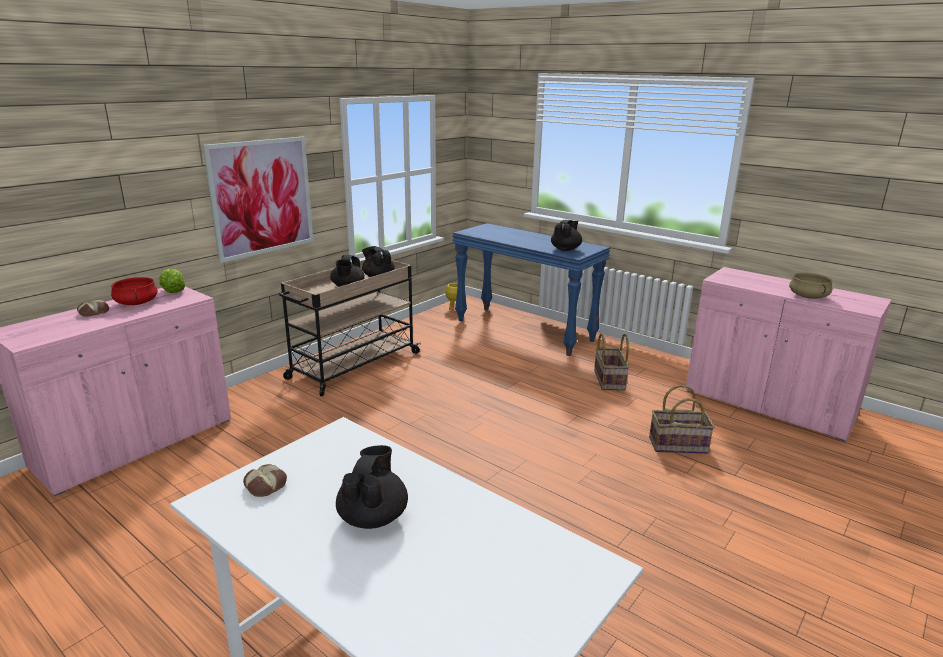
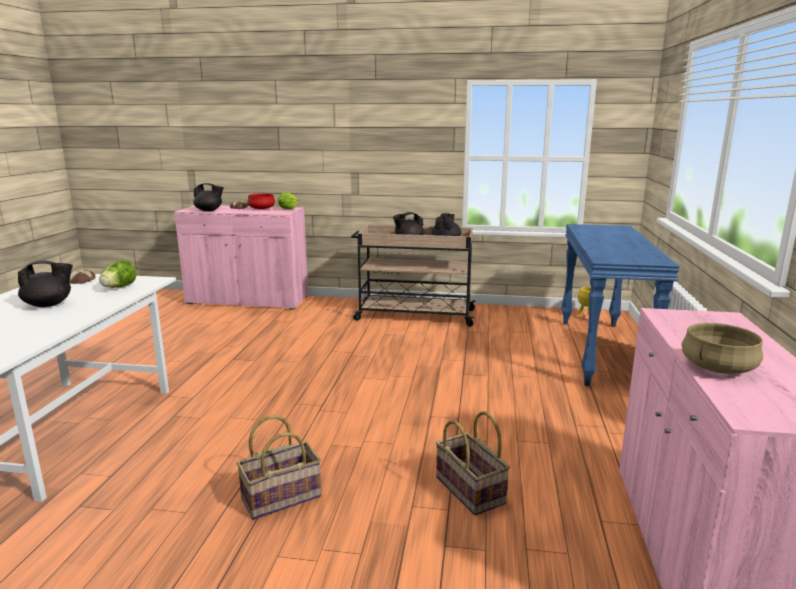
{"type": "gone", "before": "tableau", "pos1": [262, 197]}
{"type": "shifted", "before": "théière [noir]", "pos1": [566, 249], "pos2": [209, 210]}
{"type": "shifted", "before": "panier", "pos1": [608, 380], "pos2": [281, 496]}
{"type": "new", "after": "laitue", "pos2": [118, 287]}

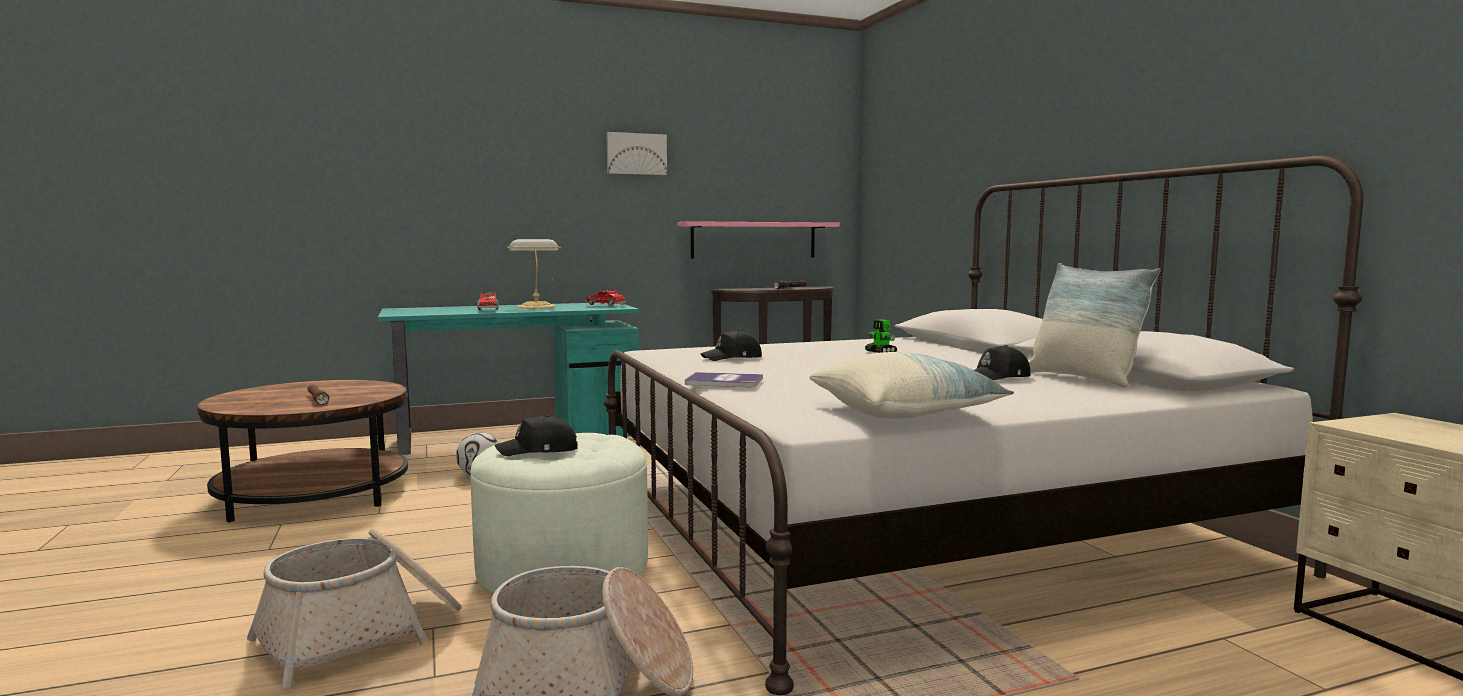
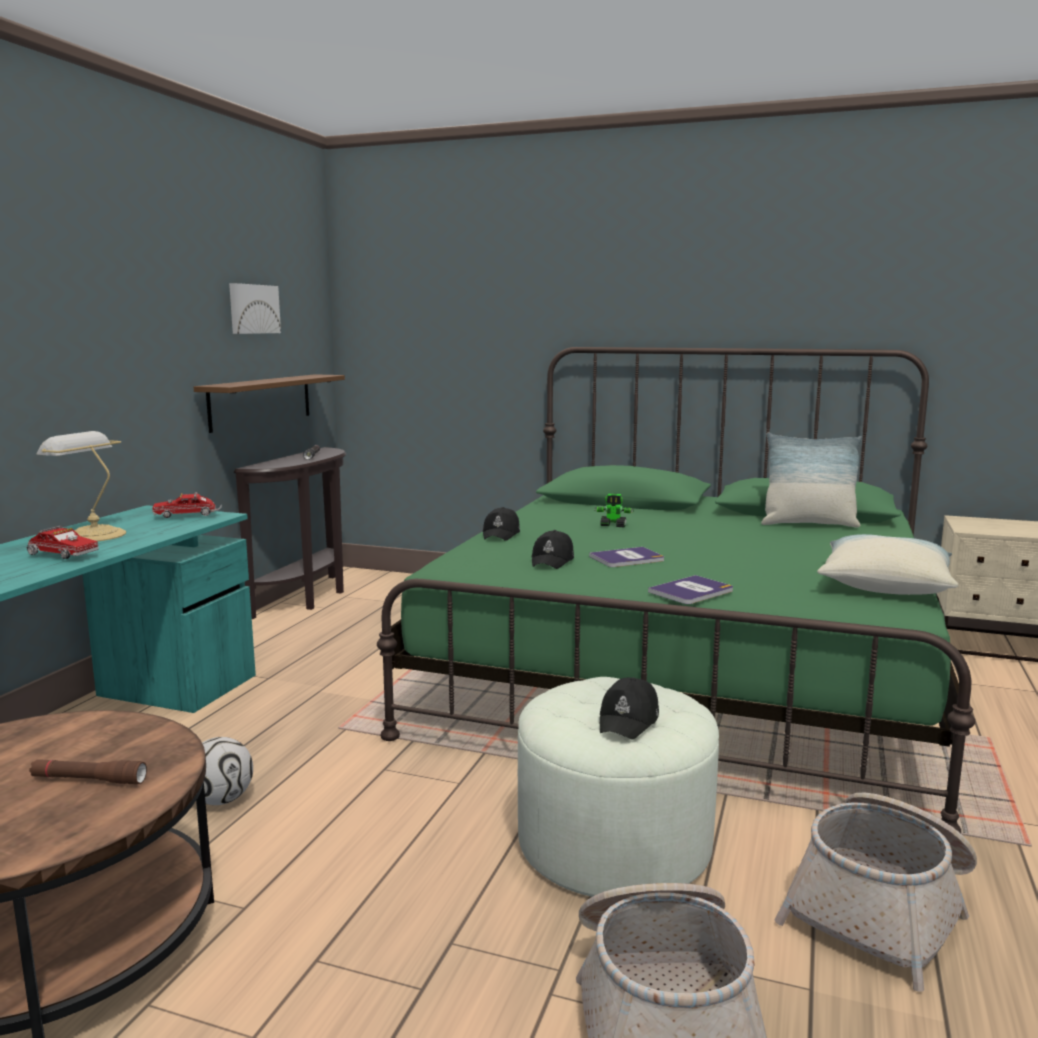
{"type": "repainted", "before": "lit [blanc]", "after": "lit [vert]", "pos1": [909, 521], "pos2": [685, 673]}
{"type": "shifted", "before": "tableau", "pos1": [636, 154], "pos2": [253, 309]}
{"type": "repainted", "before": "étagère [rose]", "after": "étagère [marron]", "pos1": [754, 240], "pos2": [261, 401]}
{"type": "shifted", "before": "casquette [noir]", "pos1": [999, 377], "pos2": [502, 534]}
{"type": "new", "after": "livre", "pos2": [627, 558]}

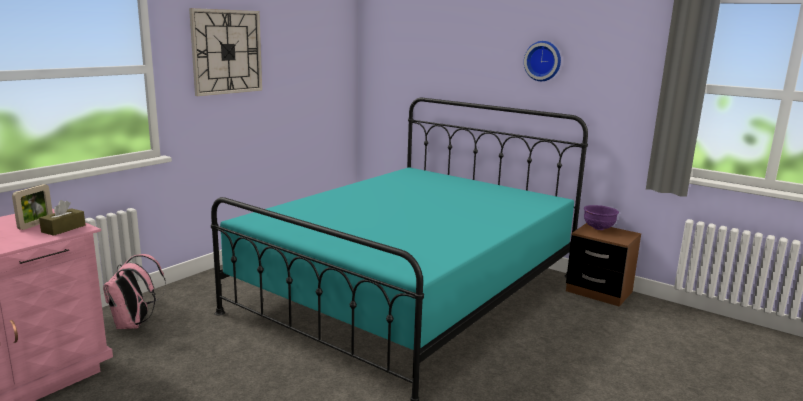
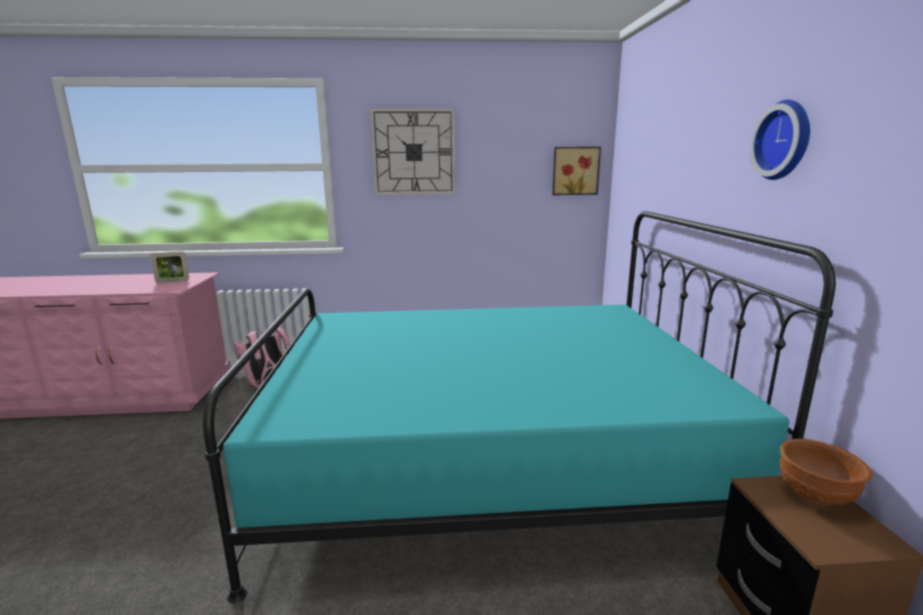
{"type": "gone", "before": "boîte à mouchoirs [marron]", "pos1": [63, 229]}
{"type": "repainted", "before": "bol [violet]", "after": "bol [marron]", "pos1": [599, 228], "pos2": [816, 497]}
{"type": "new", "after": "tableau", "pos2": [575, 171]}

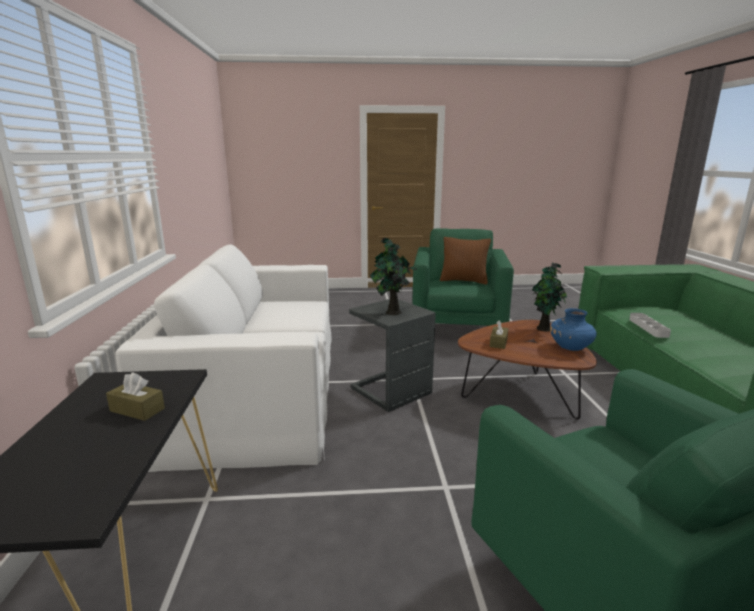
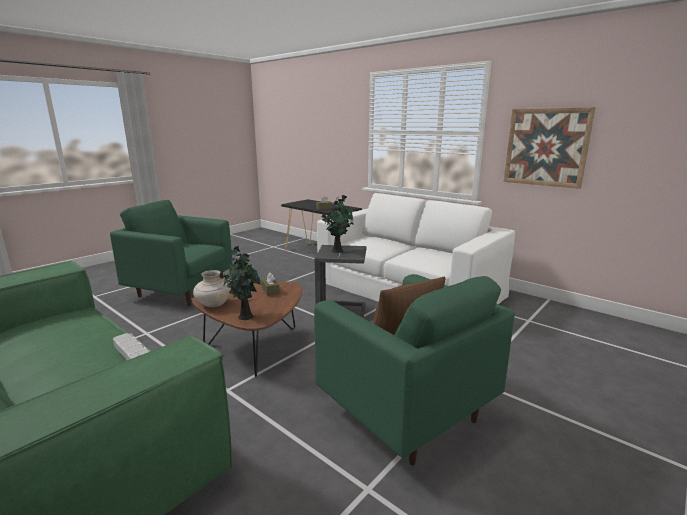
{"type": "repainted", "before": "vase [bleu]", "after": "vase [beige]", "pos1": [571, 347], "pos2": [214, 304]}
{"type": "new", "after": "tableau", "pos2": [546, 147]}

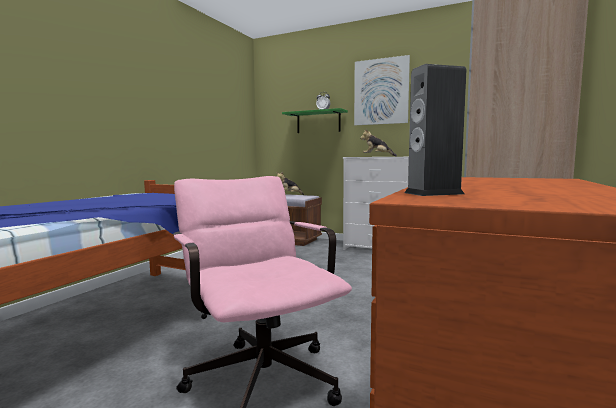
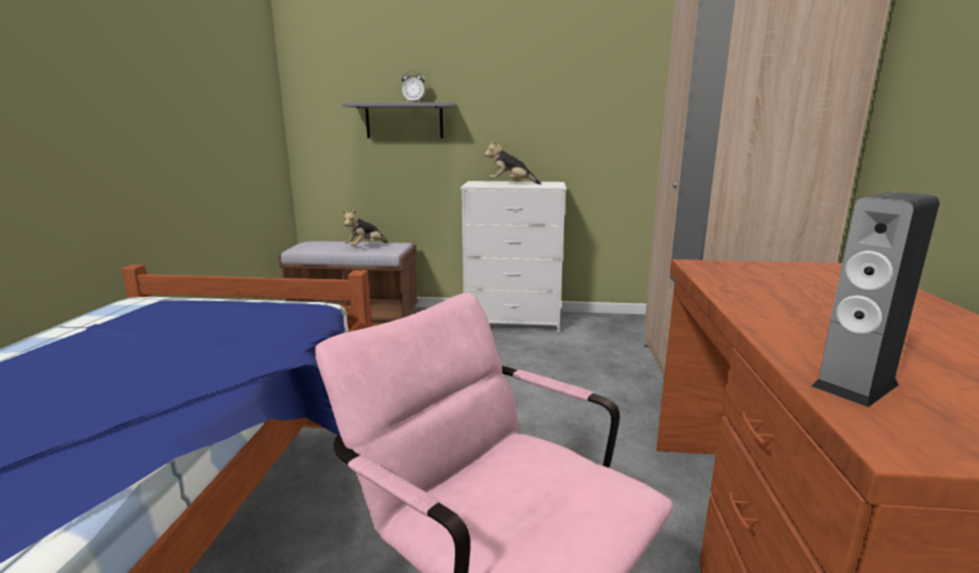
{"type": "repainted", "before": "étagère [vert]", "after": "étagère [gris]", "pos1": [318, 122], "pos2": [404, 121]}
{"type": "gone", "before": "tableau", "pos1": [381, 91]}

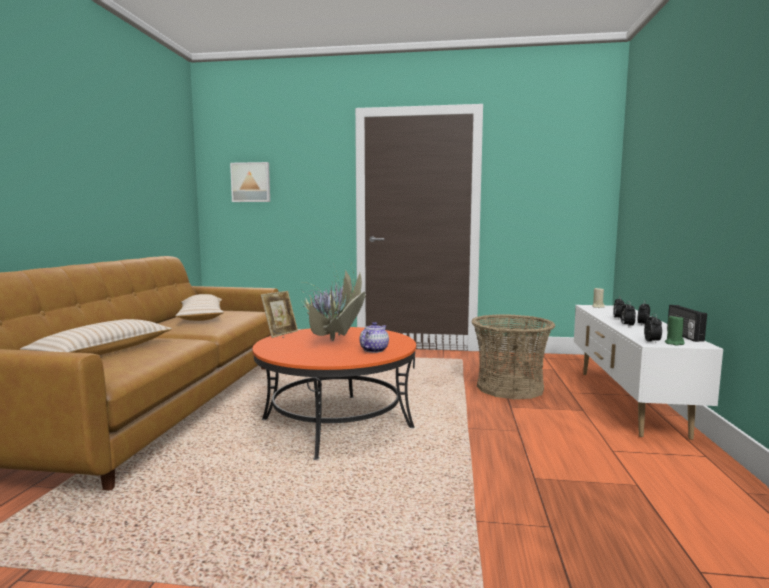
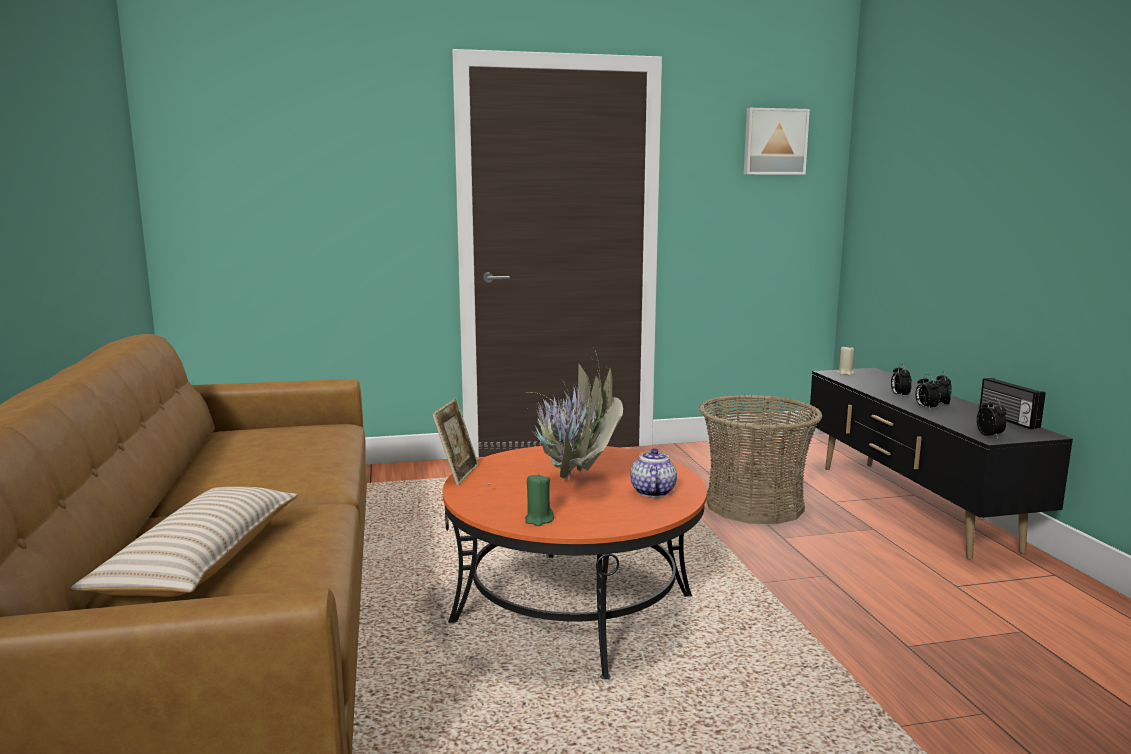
{"type": "gone", "before": "coussin [beige]", "pos1": [201, 317]}
{"type": "shifted", "before": "tableau", "pos1": [251, 182], "pos2": [774, 142]}
{"type": "repainted", "before": "meuble télé [blanc]", "after": "meuble télé [noir]", "pos1": [627, 401], "pos2": [911, 506]}
{"type": "shifted", "before": "bougie [vert]", "pos1": [674, 343], "pos2": [539, 520]}

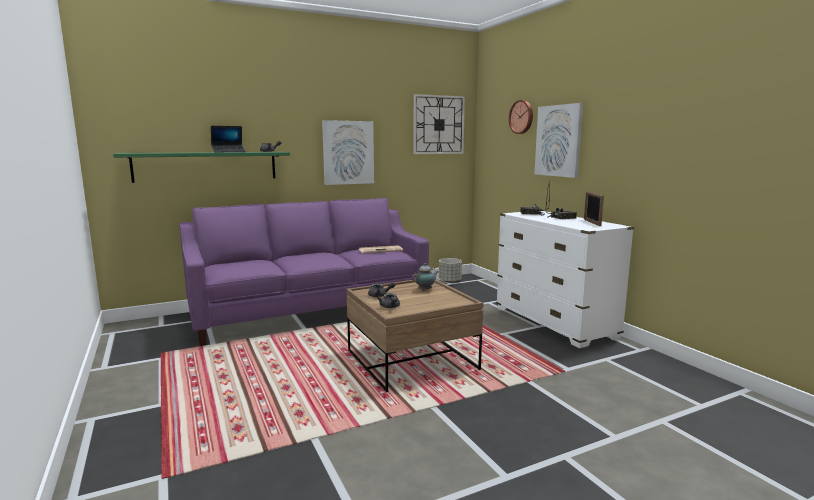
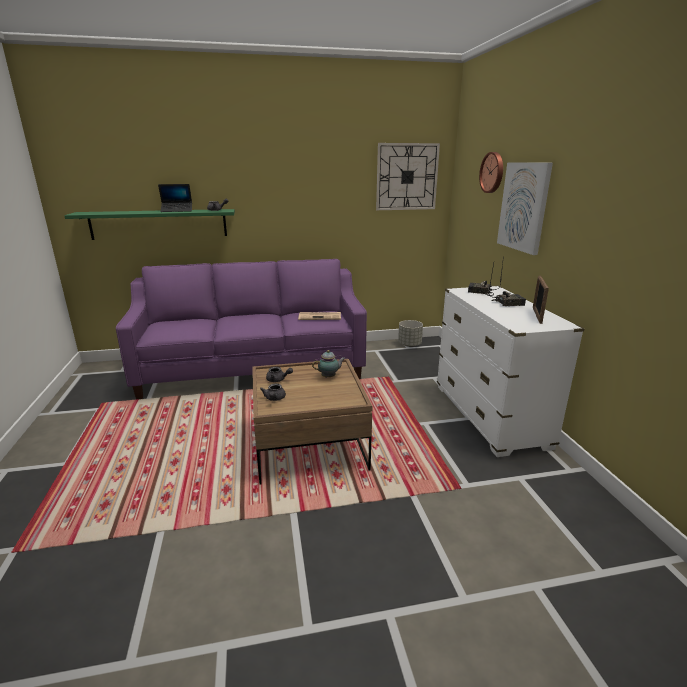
{"type": "gone", "before": "tableau", "pos1": [348, 152]}

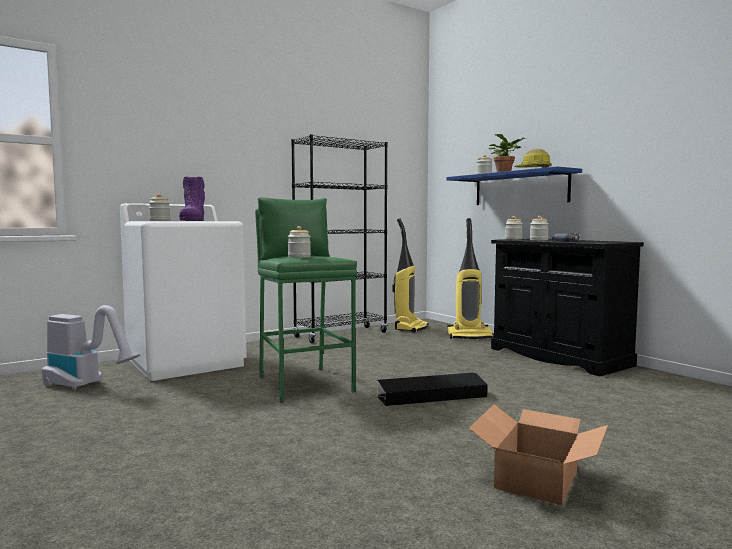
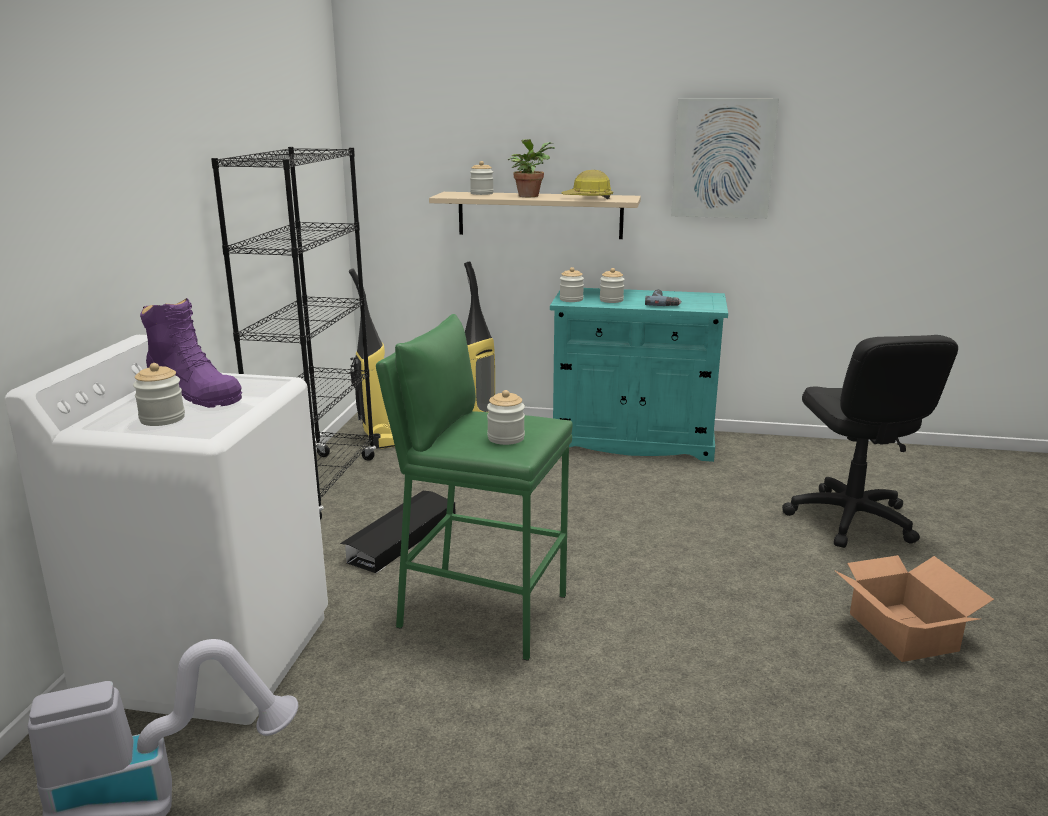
{"type": "shifted", "before": "boîte de rangement [noir]", "pos1": [430, 396], "pos2": [400, 538]}
{"type": "repainted", "before": "étagère [bleu]", "after": "étagère [beige]", "pos1": [520, 188], "pos2": [540, 215]}
{"type": "repainted", "before": "meuble de rangement [noir]", "after": "meuble de rangement [turquoise]", "pos1": [558, 357], "pos2": [632, 441]}
{"type": "new", "after": "tableau", "pos2": [723, 158]}
{"type": "new", "after": "chaise de bureau [noir]", "pos2": [850, 519]}

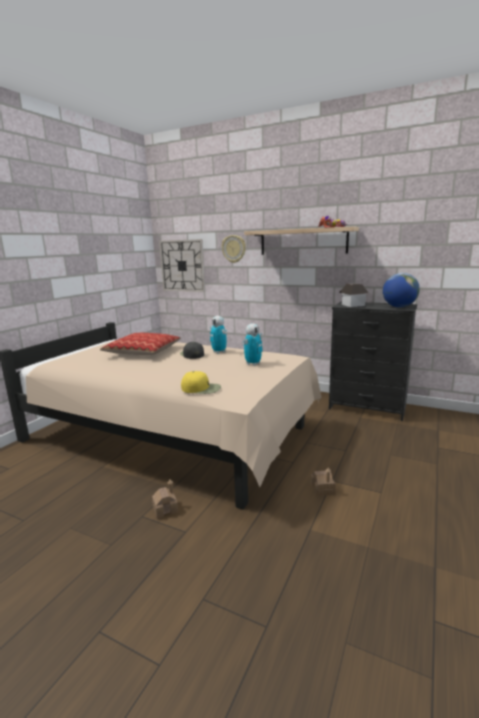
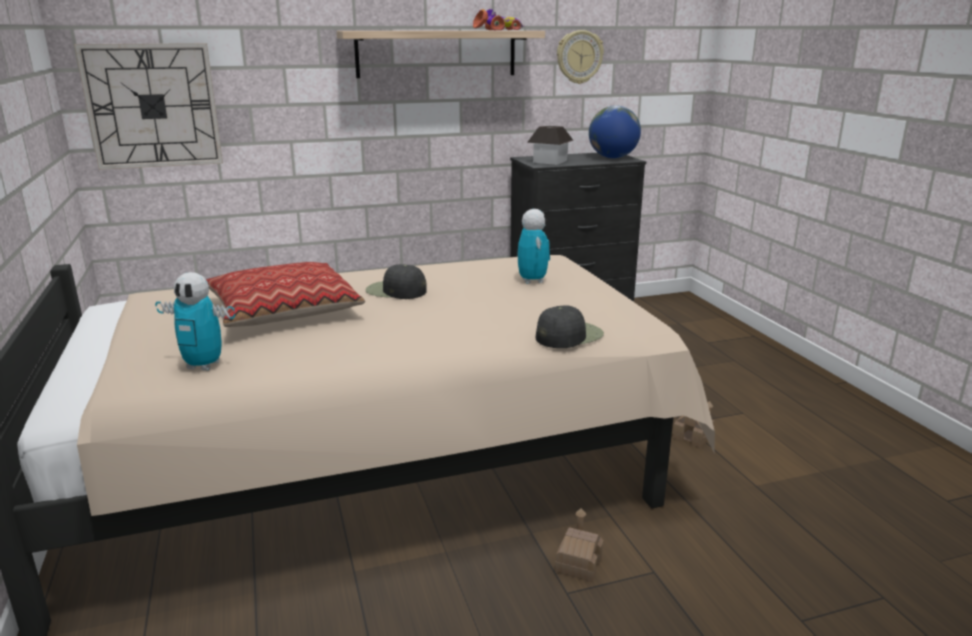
{"type": "repainted", "before": "casquette [jaune]", "after": "casquette [noir]", "pos1": [201, 388], "pos2": [568, 335]}
{"type": "shifted", "before": "robot jouet", "pos1": [219, 352], "pos2": [203, 365]}
{"type": "shifted", "before": "horloge murale", "pos1": [234, 249], "pos2": [579, 57]}

